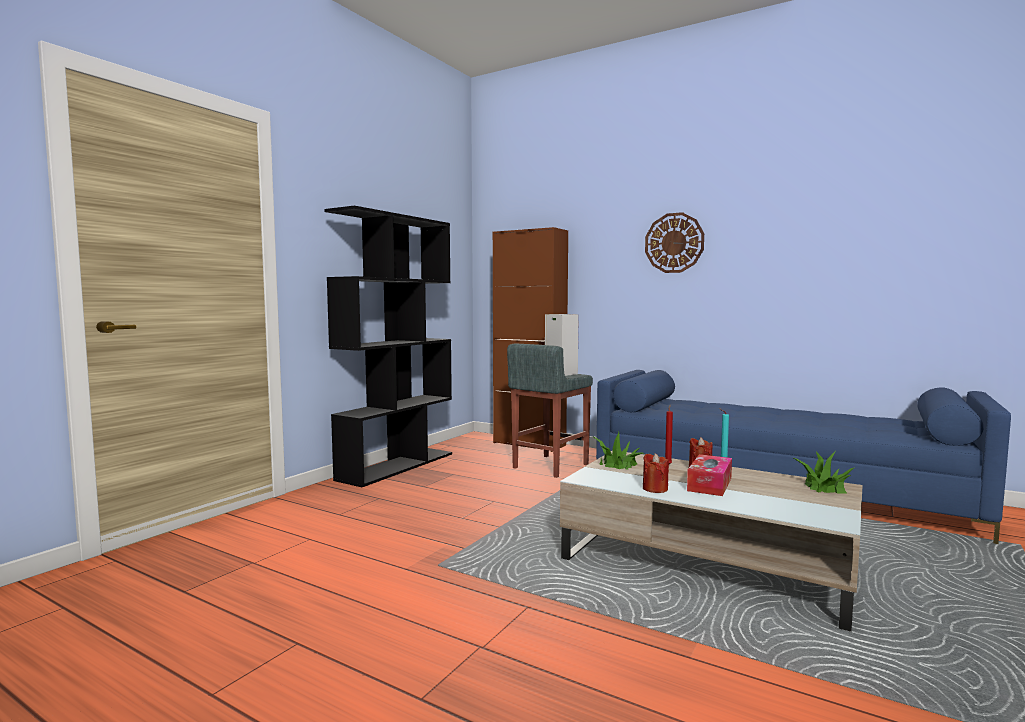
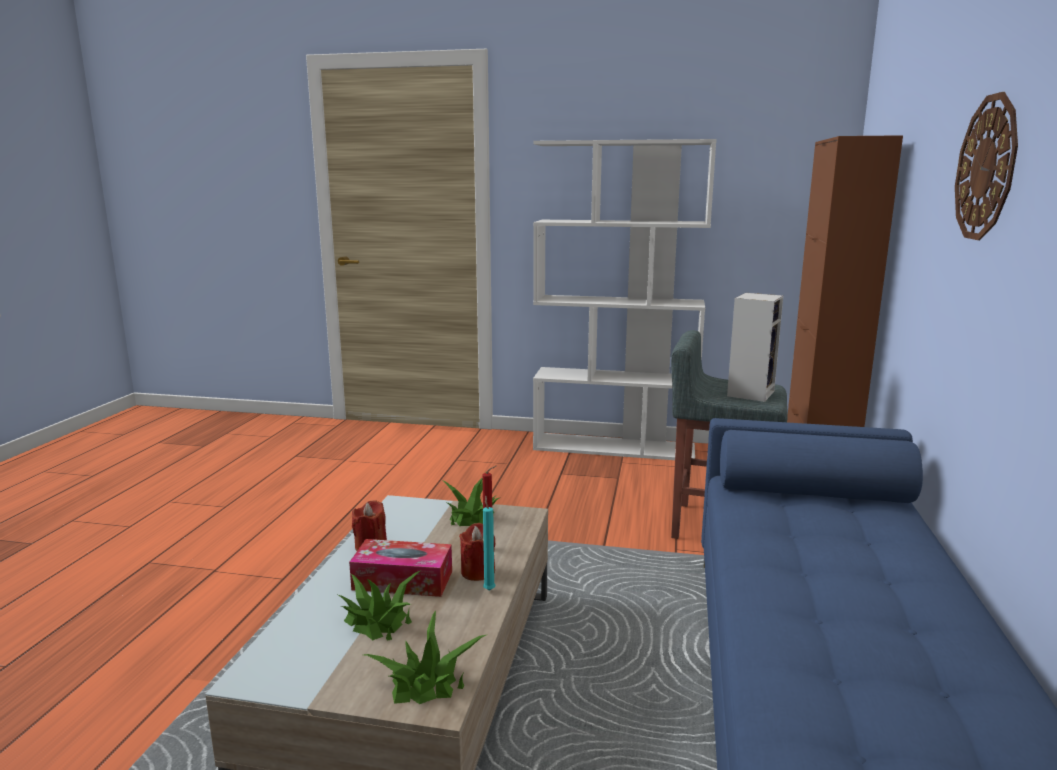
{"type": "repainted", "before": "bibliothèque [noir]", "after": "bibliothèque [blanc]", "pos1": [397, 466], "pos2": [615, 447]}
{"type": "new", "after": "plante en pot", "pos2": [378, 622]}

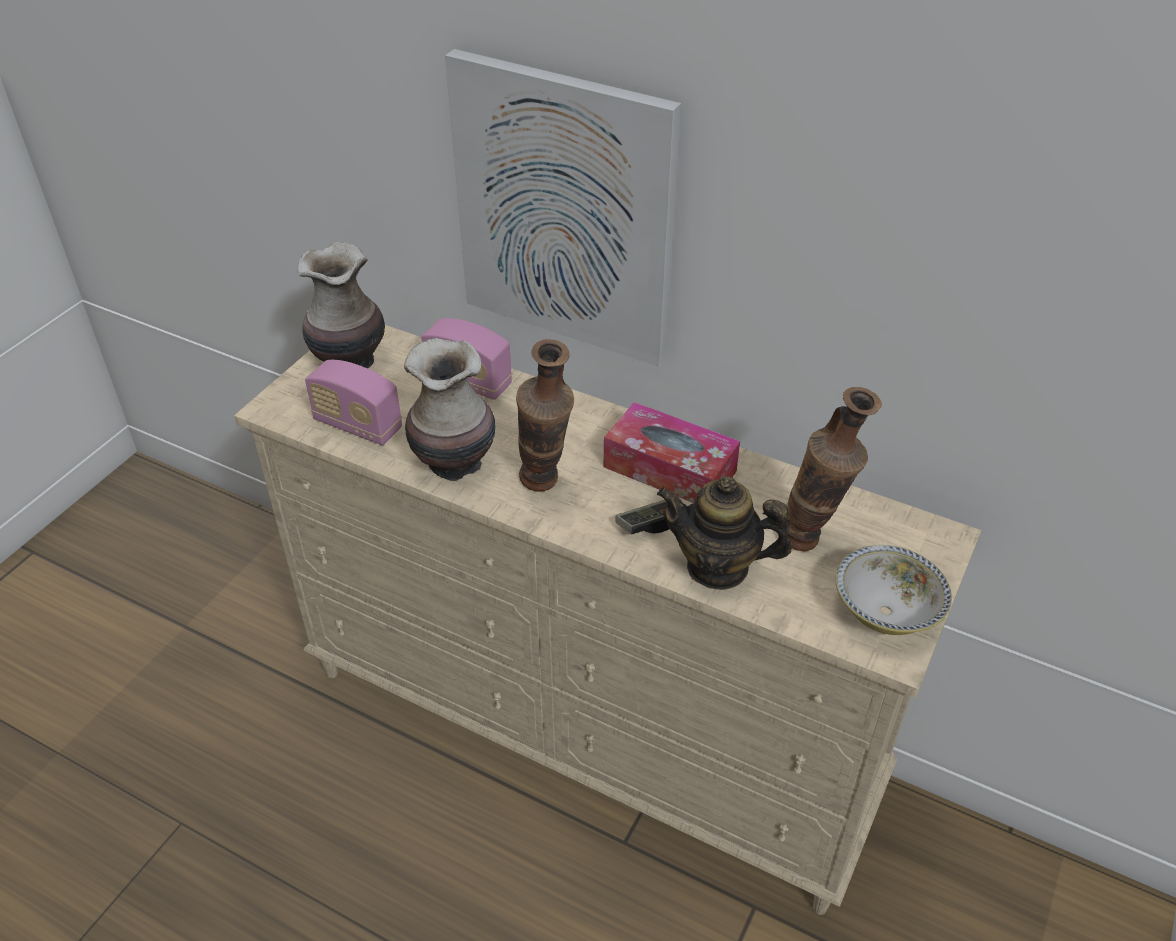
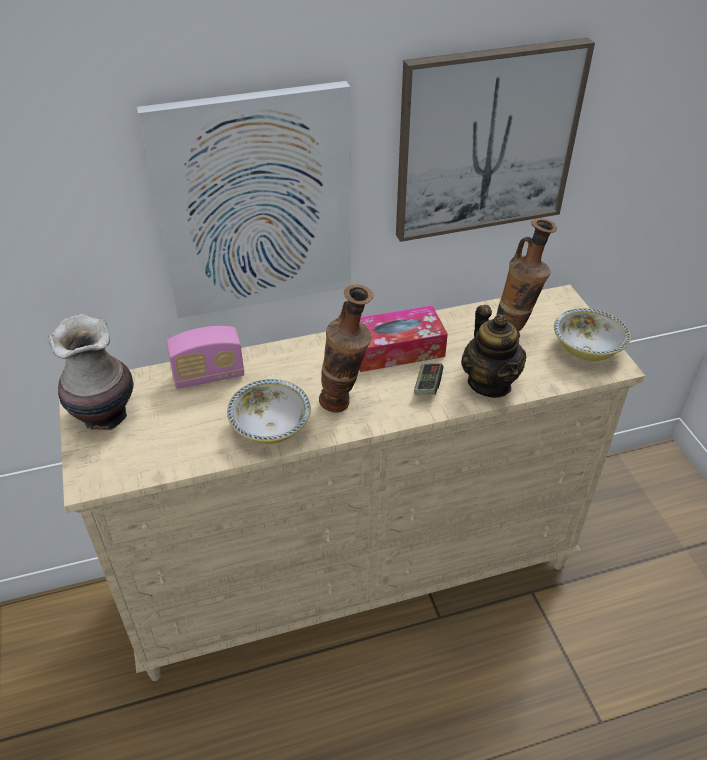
{"type": "gone", "before": "radio", "pos1": [358, 425]}
{"type": "swapped", "before": "vase", "after": "bol", "pos1": [456, 462], "pos2": [271, 428]}
{"type": "rotated", "before": "théière", "pos1": [718, 567], "pos2": [490, 383], "turn": -75}
{"type": "new", "after": "tableau", "pos2": [486, 141]}

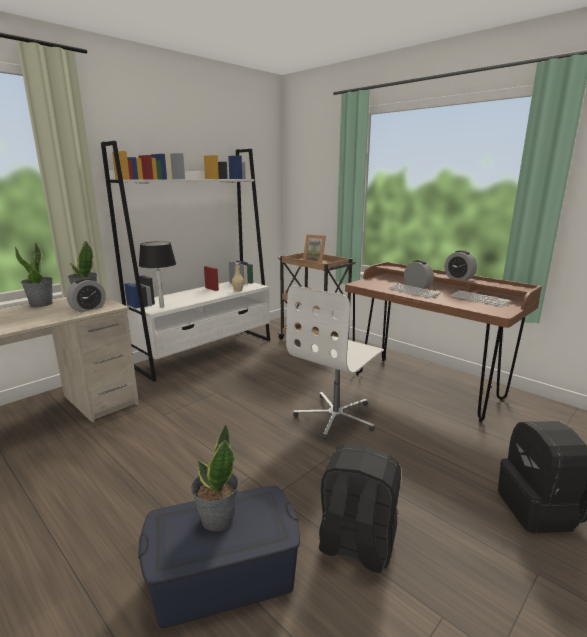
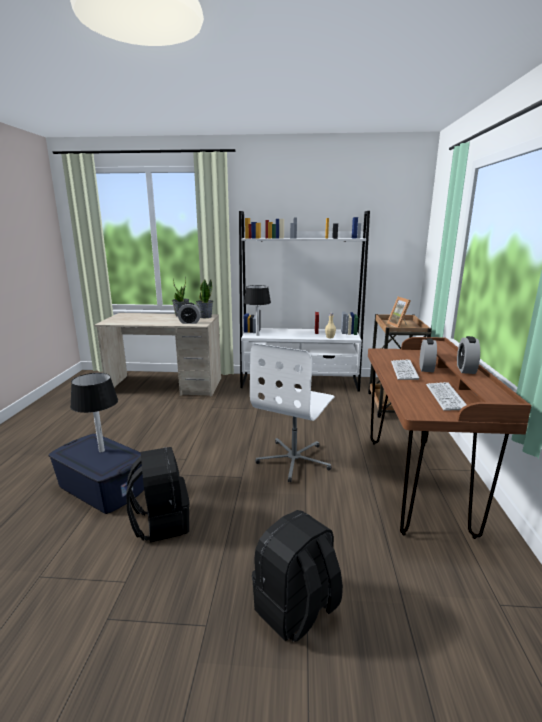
{"type": "swapped", "before": "plante en pot", "after": "lampe de table [noir]", "pos1": [217, 518], "pos2": [102, 451]}
{"type": "rotated", "before": "chaise de bureau [blanc]", "pos1": [336, 416], "pos2": [294, 460], "turn": -60}

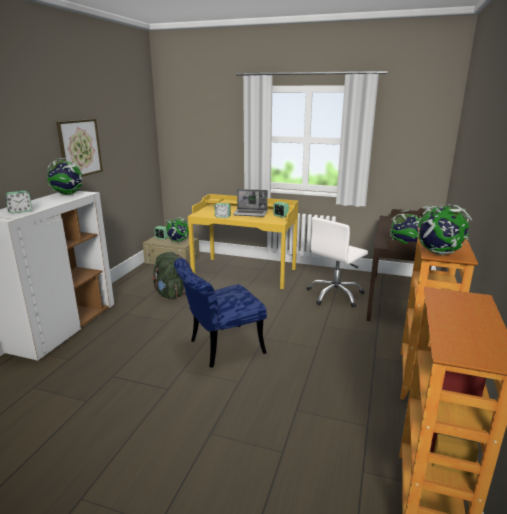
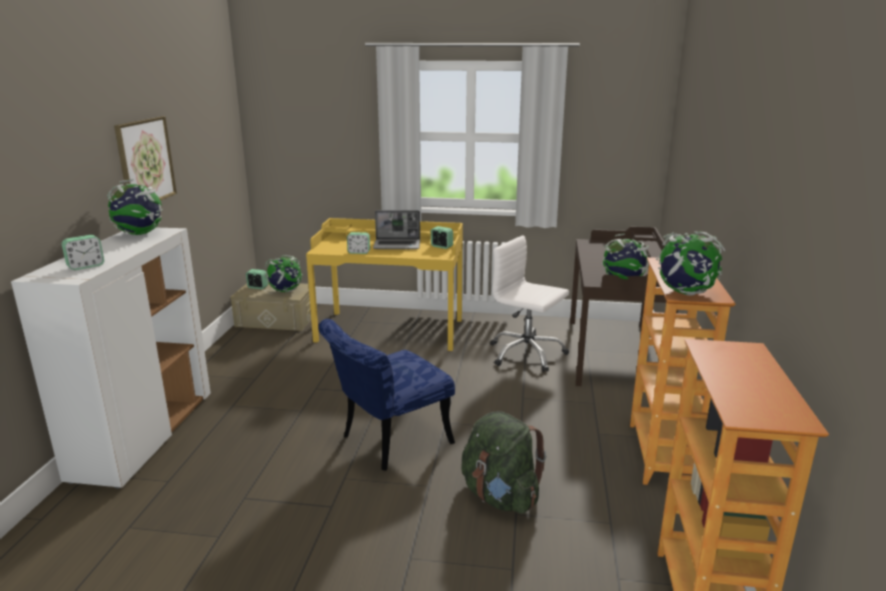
{"type": "shifted", "before": "sac à dos [vert]", "pos1": [171, 294], "pos2": [500, 497]}
{"type": "rotated", "before": "chaise de bureau [blanc]", "pos1": [335, 295], "pos2": [526, 354], "turn": 90}

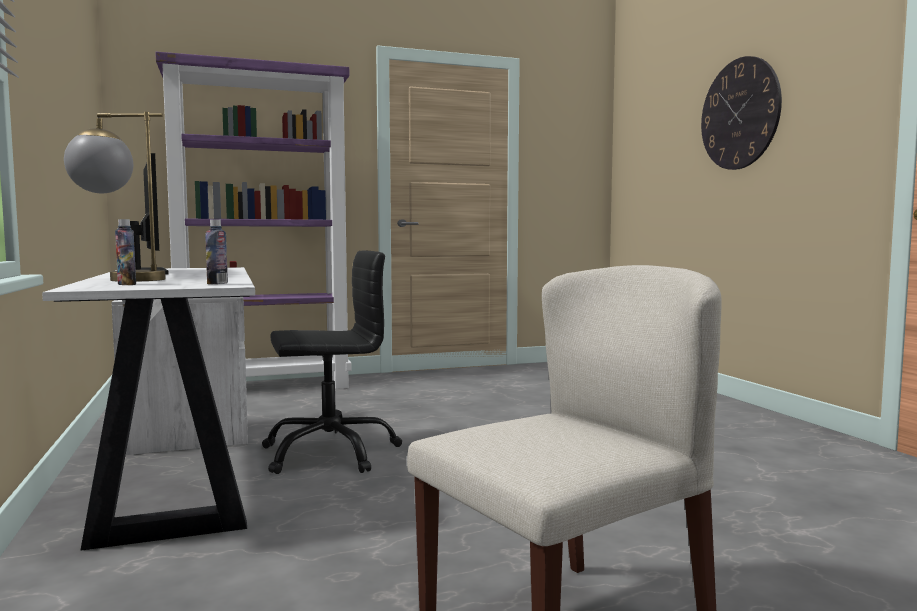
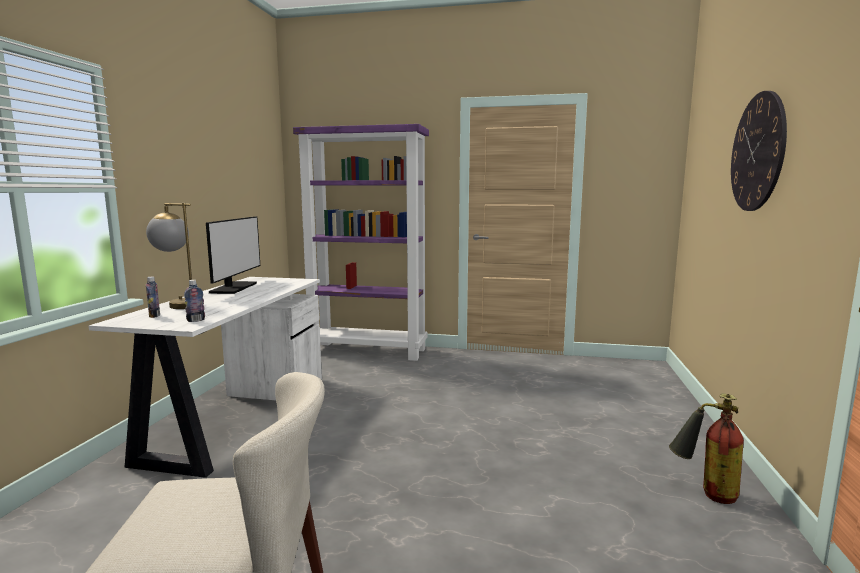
{"type": "gone", "before": "chaise de bureau [noir]", "pos1": [330, 452]}
{"type": "new", "after": "extincteur", "pos2": [705, 493]}

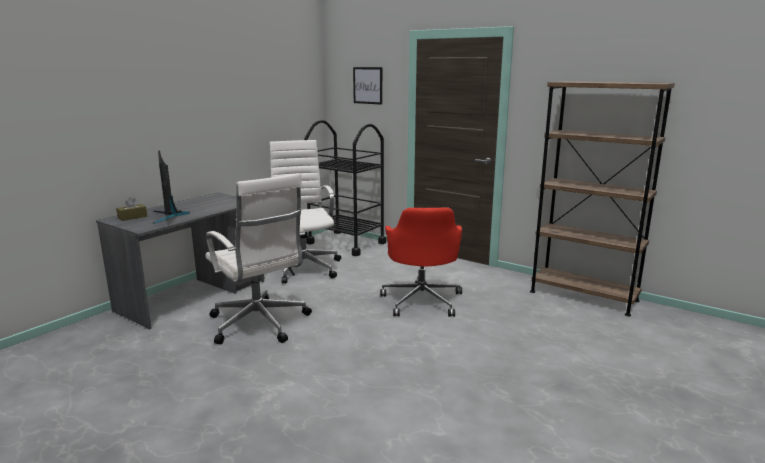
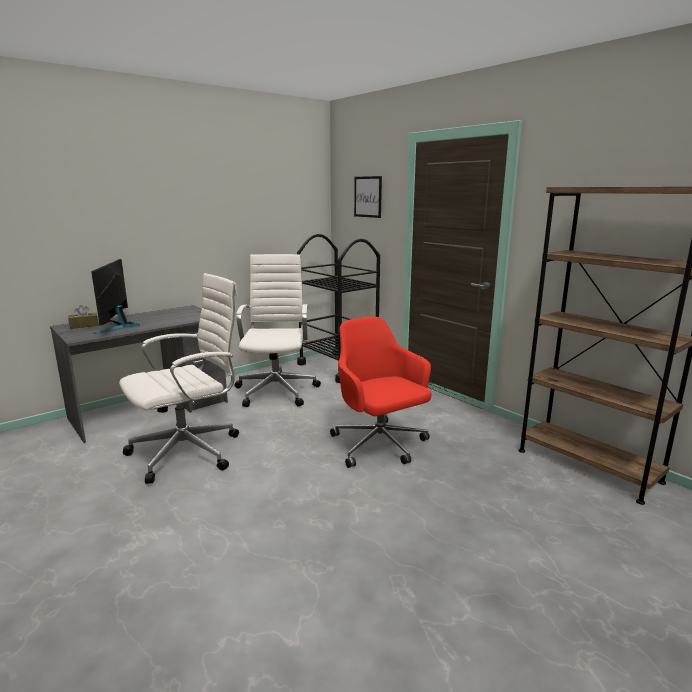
{"type": "rotated", "before": "chaise de bureau [blanc]", "pos1": [260, 324], "pos2": [189, 451], "turn": -105}
{"type": "rotated", "before": "chaise de bureau [rouge]", "pos1": [422, 300], "pos2": [379, 445], "turn": 135}

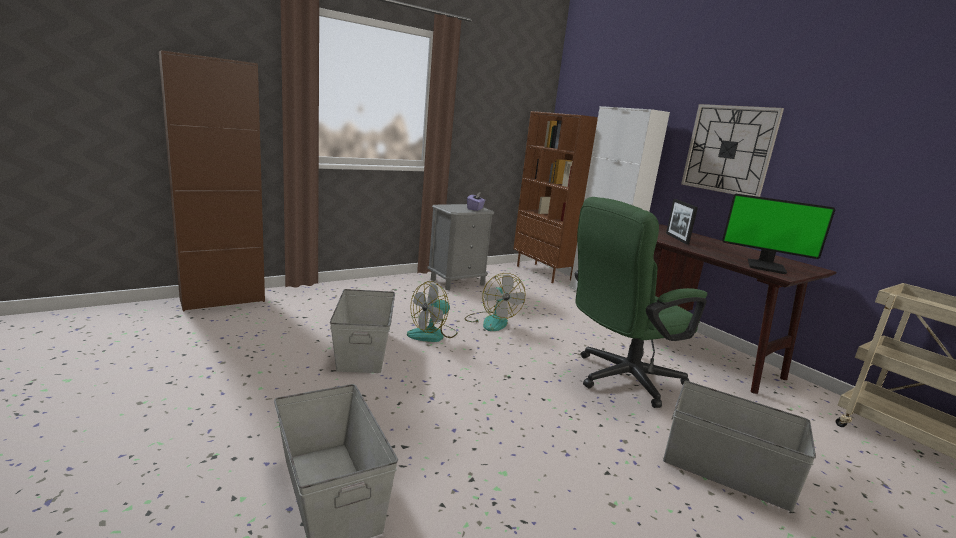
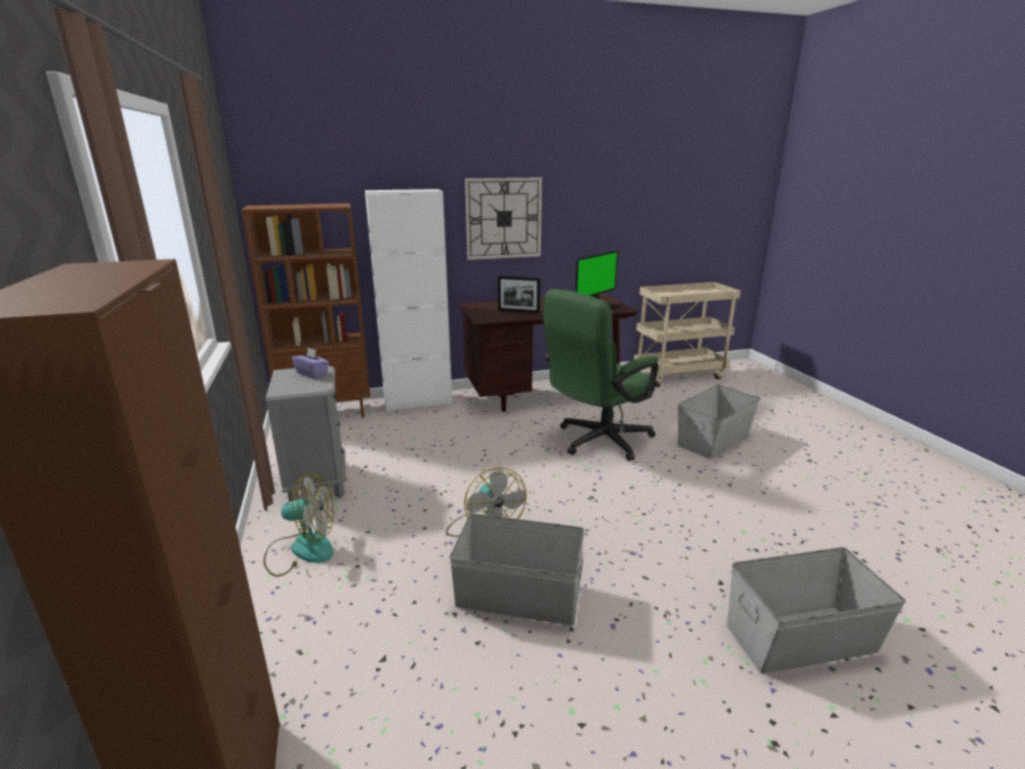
{"type": "shifted", "before": "ventilateur", "pos1": [491, 321], "pos2": [301, 549]}
{"type": "rotated", "before": "chaise de bureau [vert]", "pos1": [620, 379], "pos2": [597, 441], "turn": 60}

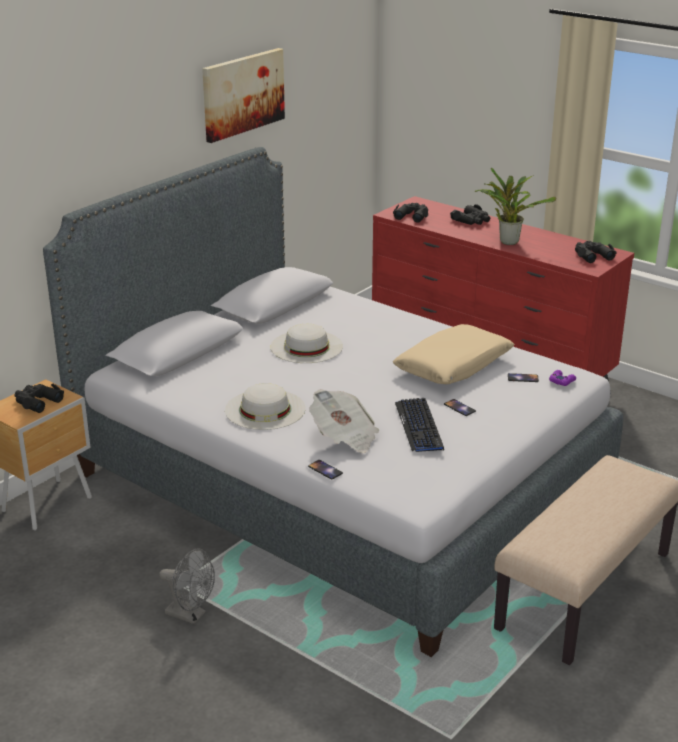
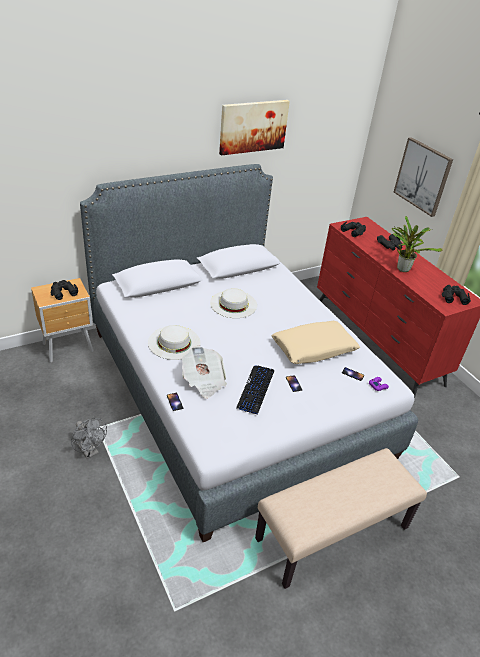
{"type": "new", "after": "tableau", "pos2": [423, 176]}

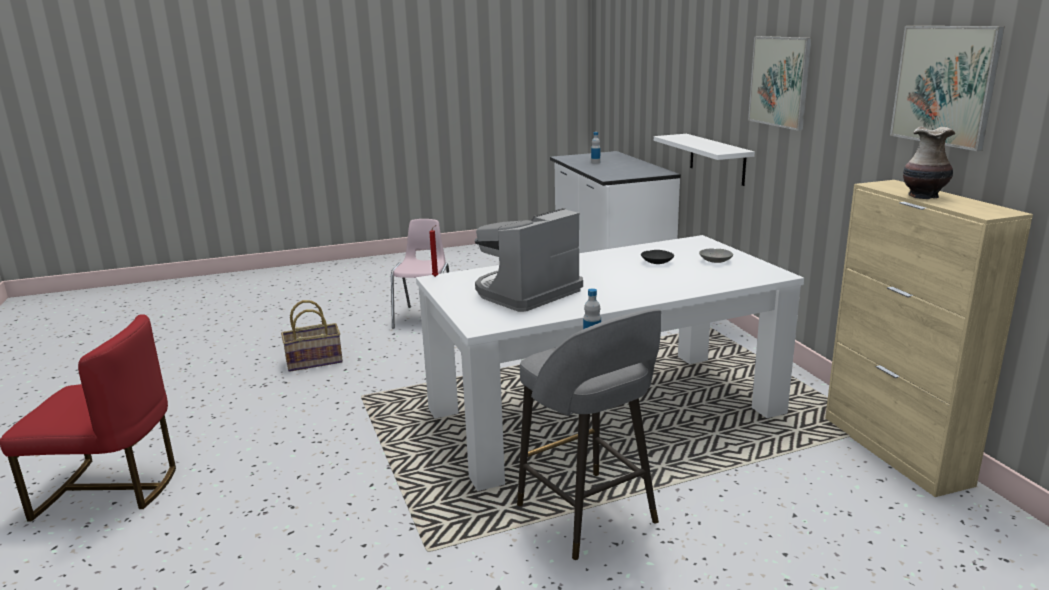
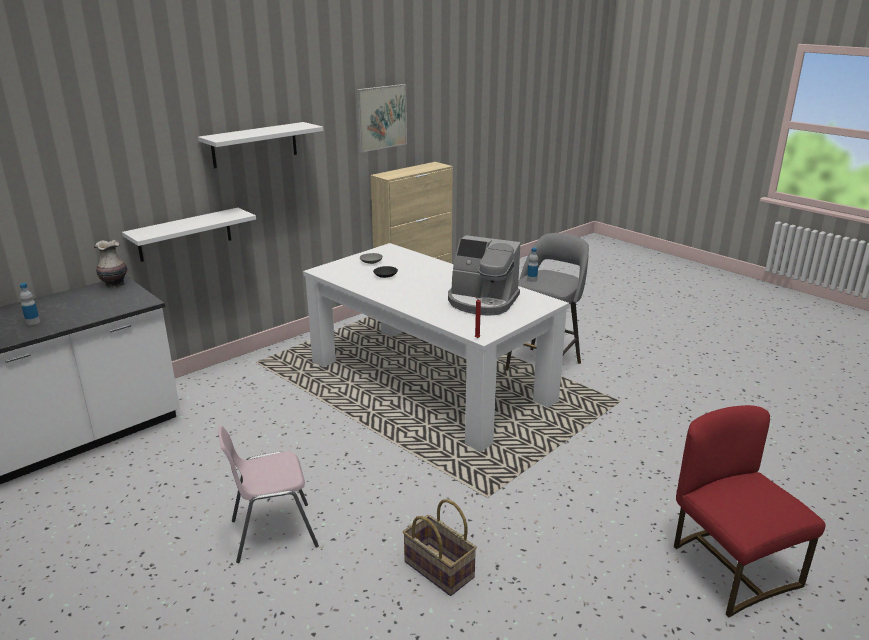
{"type": "swapped", "before": "tableau", "after": "étagère [blanc]", "pos1": [779, 81], "pos2": [254, 145]}
{"type": "shifted", "before": "vase", "pos1": [923, 196], "pos2": [114, 284]}

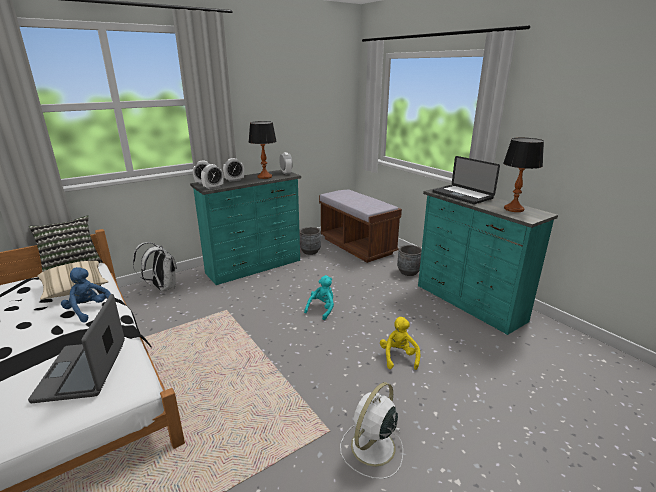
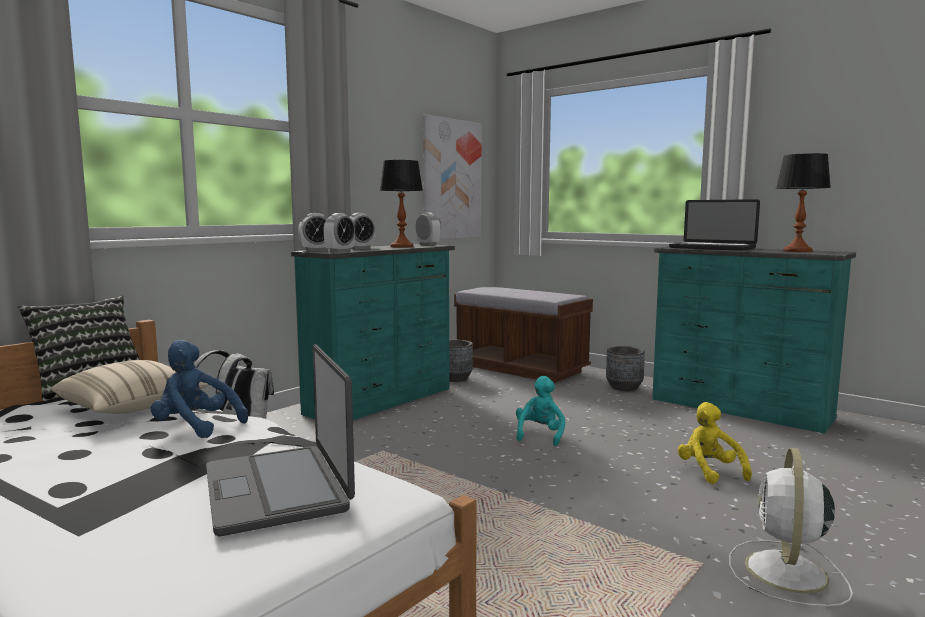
{"type": "new", "after": "tableau", "pos2": [451, 179]}

